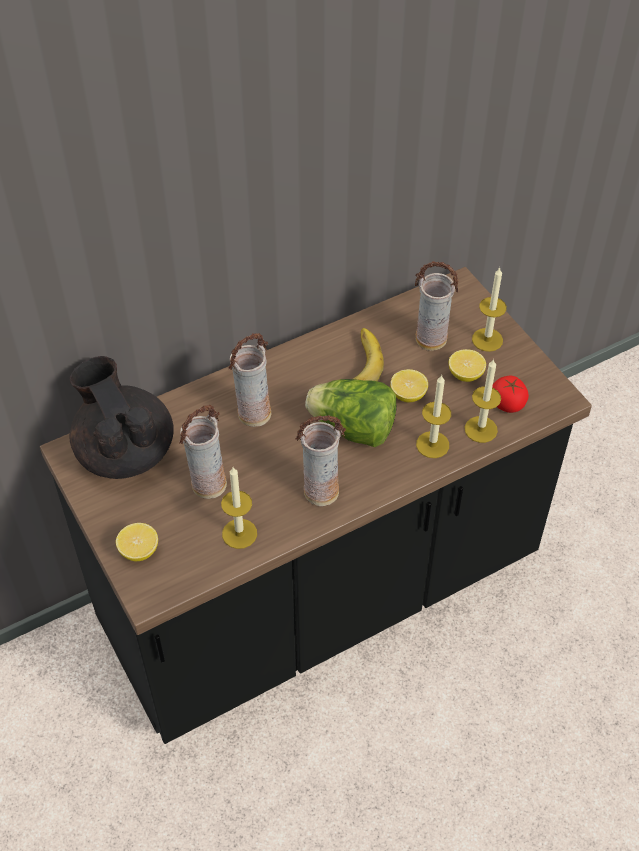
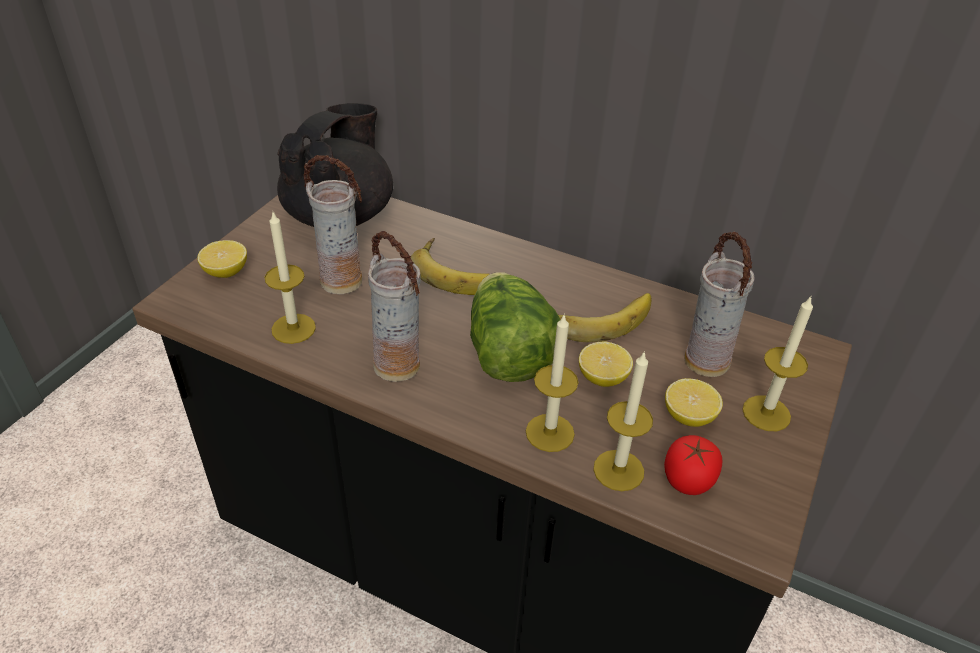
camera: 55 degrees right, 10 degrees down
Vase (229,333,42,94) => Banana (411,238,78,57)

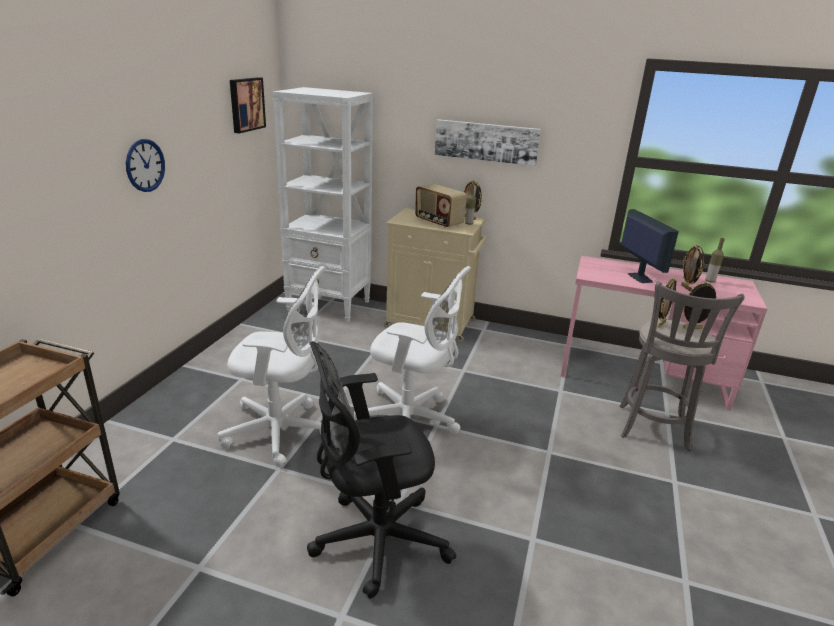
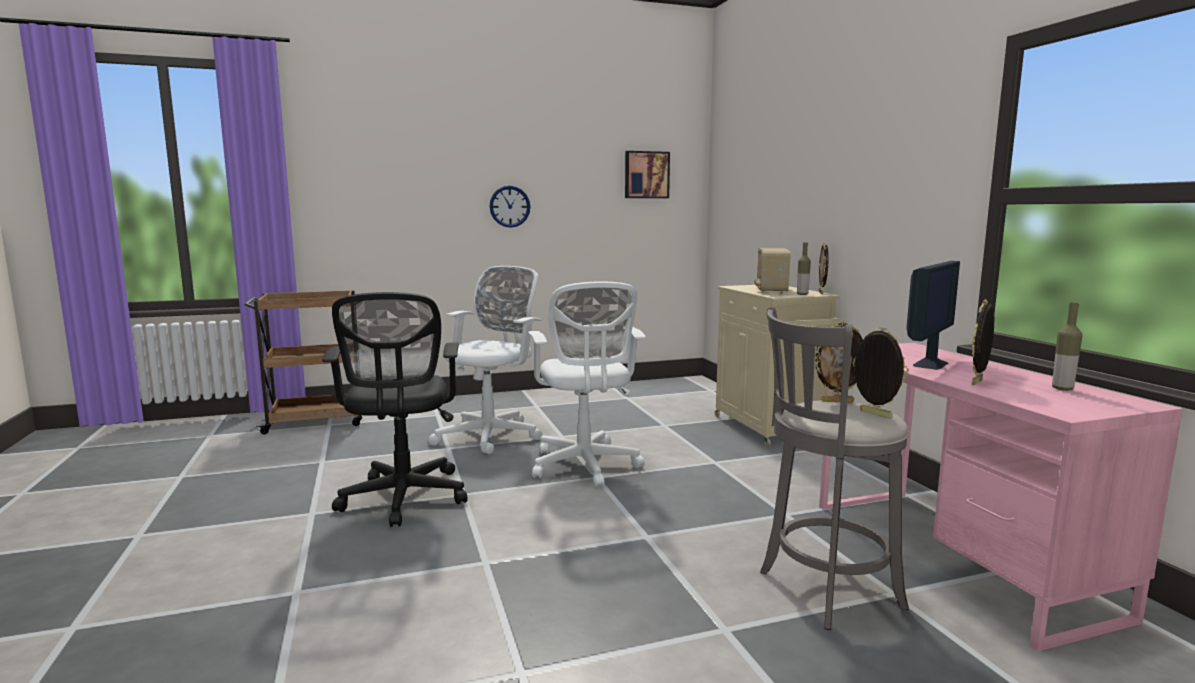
camera: 55 degrees right, 15 degrees down
WhiteShelvingUnit (272,87,101,235) => nothing
WallPicture (435,119,106,47) => nothing
WhiteDeskChair (218,266,107,201) => WhiteDeskChair (428,266,114,188), 120 degrees counterclockwise
BlackDeskChair (307,341,149,258) => BlackDeskChair (322,292,146,235), 135 degrees counterclockwise

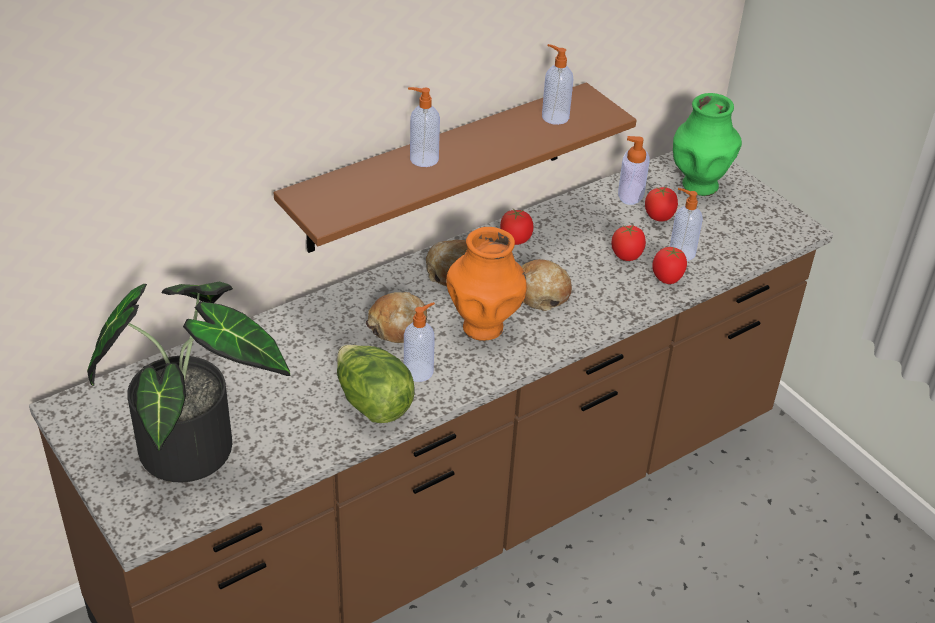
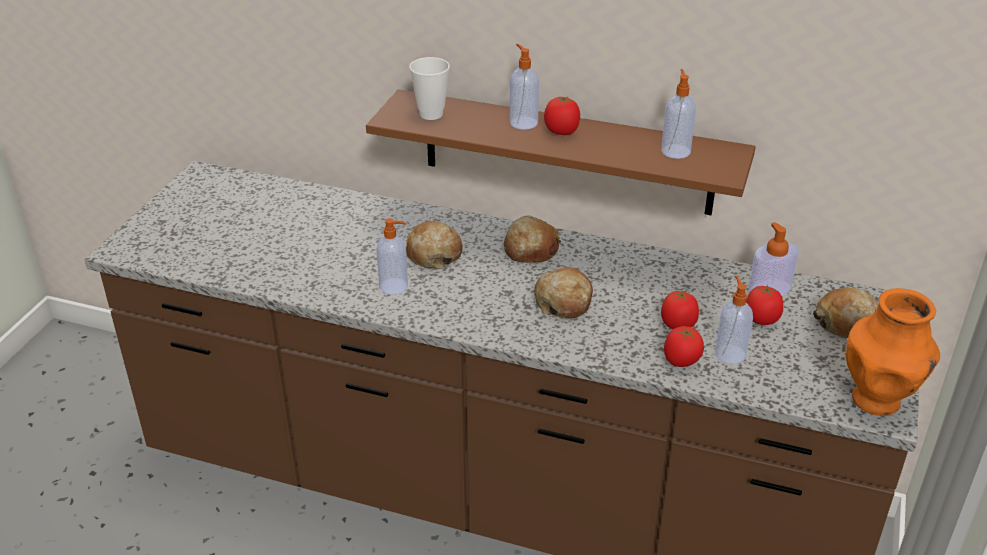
camera: 55 degrees right, 5 degrees down
GreenishVase (673,93,69,103) => BakeryBread (813,287,65,51)
WholeTomato (500,209,33,36) => WholeTomato (544,96,36,39), shifted
OrangeyVase (446,227,81,114) => OrangeyVase (846,288,94,128), shifted
Houseplant (87,282,203,200) => nothing
LettuceHead (337,345,78,78) => nothing
nothing => Cup (409,57,41,63)

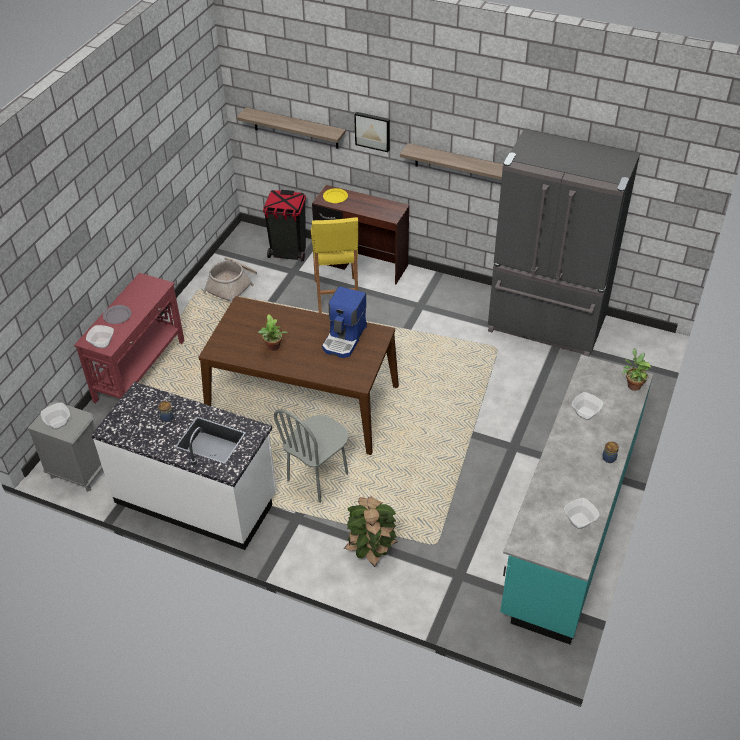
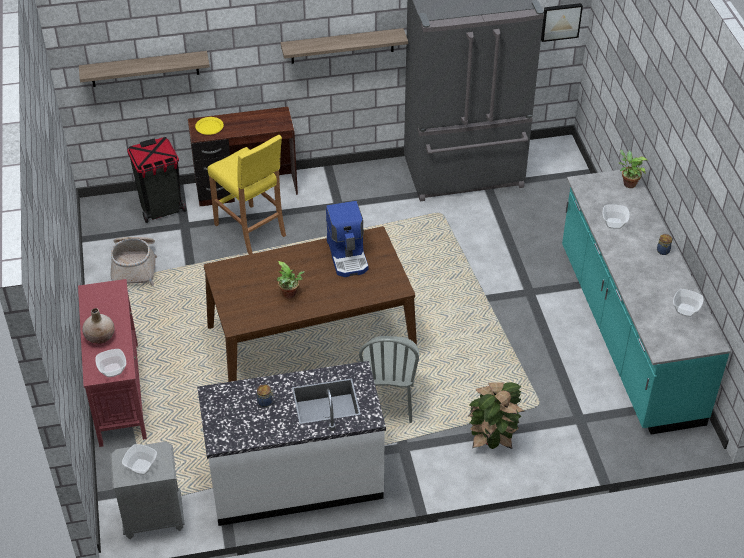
camera: 35 degrees left, 0 degrees up
WallPicture (354,112,36,40) => WallPicture (541,3,42,39), shifted
GreyishFlatDish (103,305,28,19) => SandColouredVase (82,308,33,36)

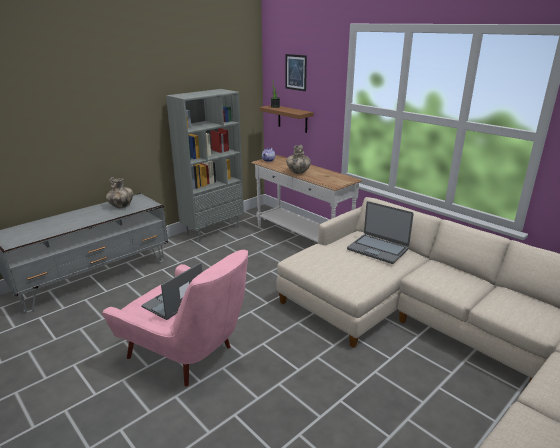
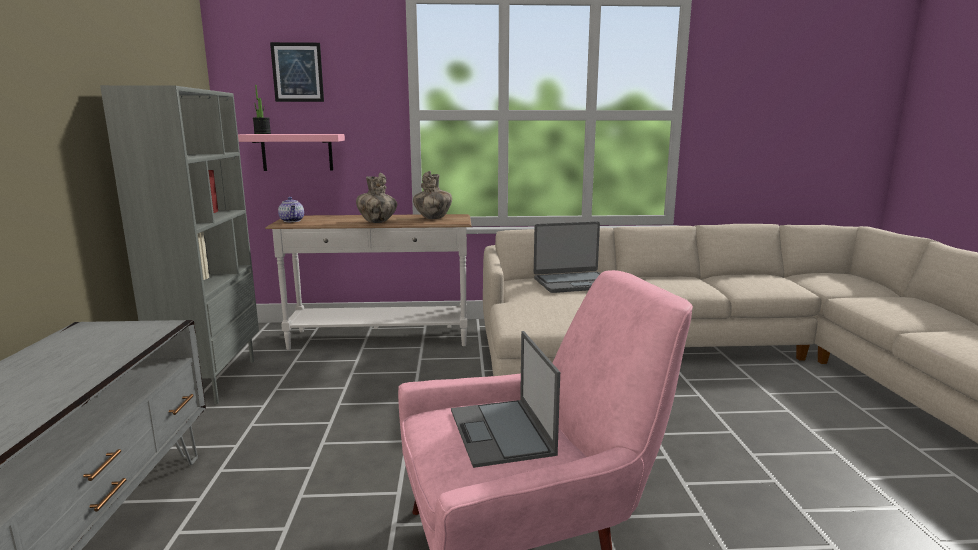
camera: 50 degrees left, 10 degrees down
BrownShelf (260,105,54,28) => PinkishShelf (238,134,107,37)
Vase (106,177,27,31) => Vase (413,171,39,48), shifted

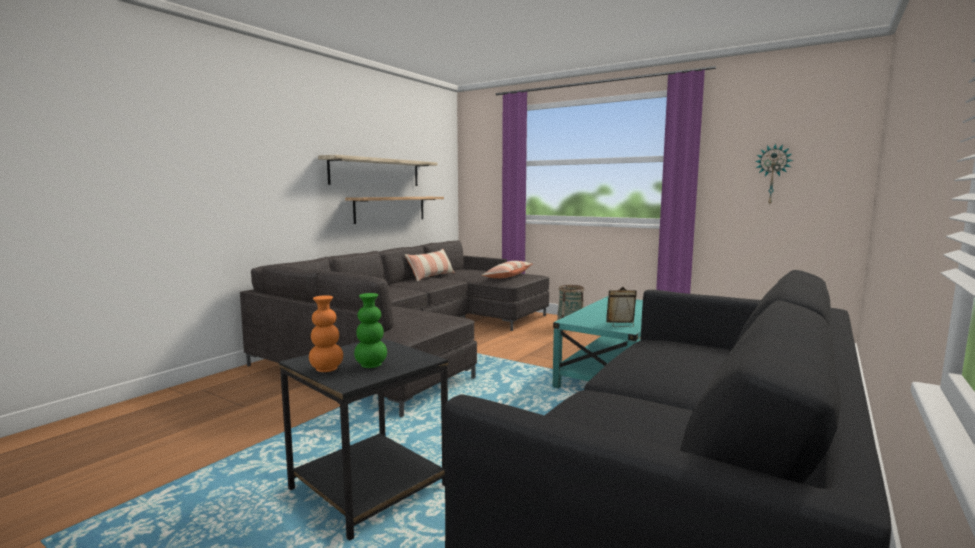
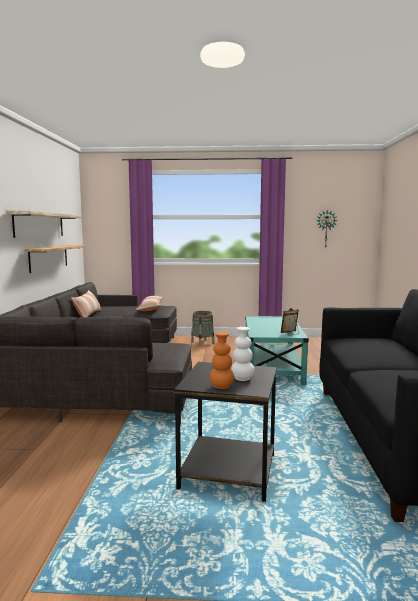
camera: 30 degrees left, 0 degrees up
GreenishVase (354,293,33,75) => WhiteVase (231,327,23,54)

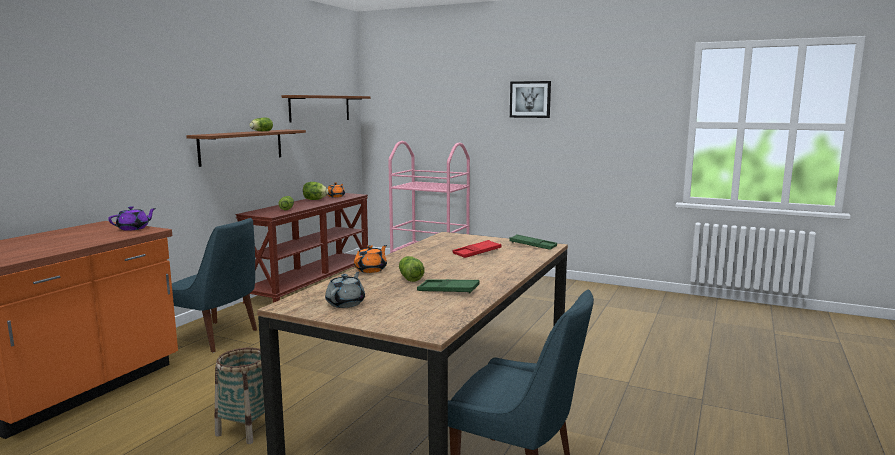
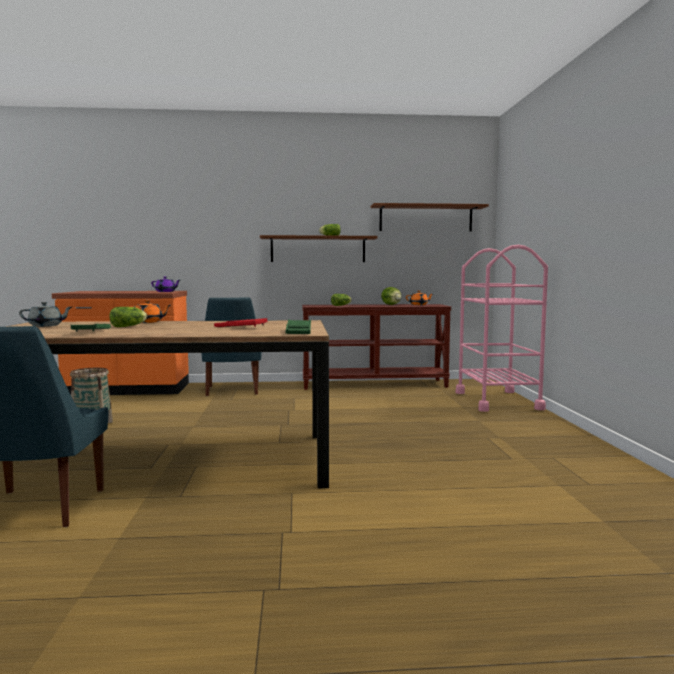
camera: 60 degrees right, 5 degrees down
WallPicture (510,81,41,37) => nothing

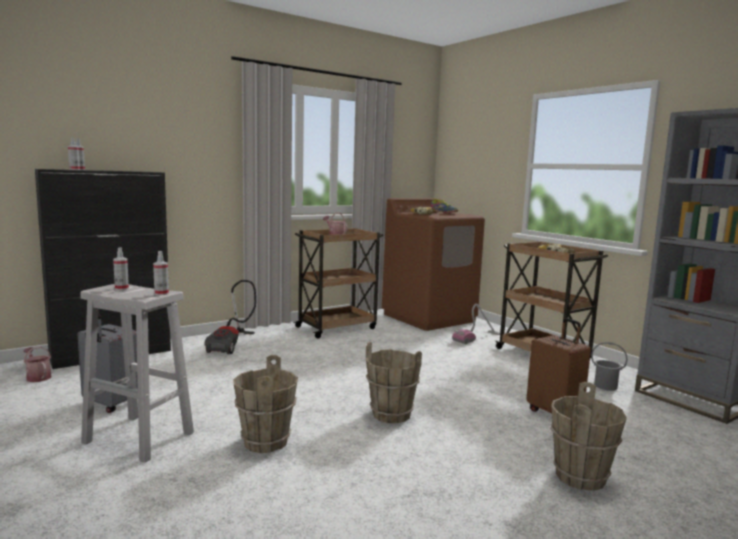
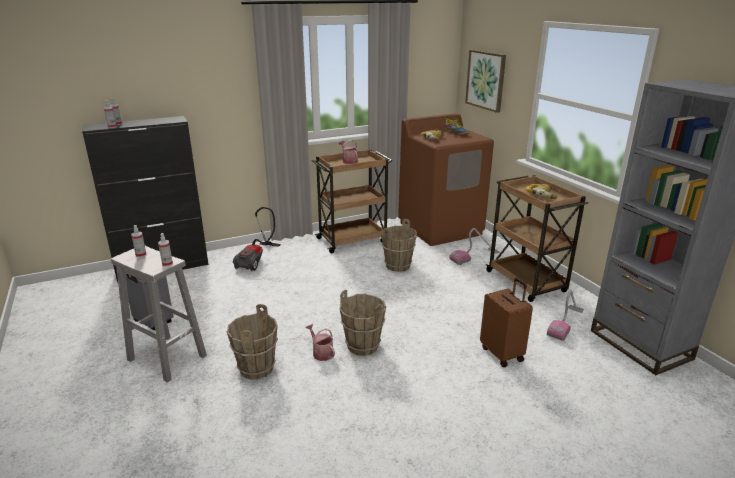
camera: 10 degrees right, 15 degrees up
GreyishPail (591,342,36,49) => VacuumCleaner (547,290,37,51)
SprinklingCan (23,346,28,36) => SprinklingCan (305,324,30,37), shifted
BrownPail (550,382,77,109) => BrownPail (381,219,36,53), shifted
nothing => WallPicture (465,50,41,63)

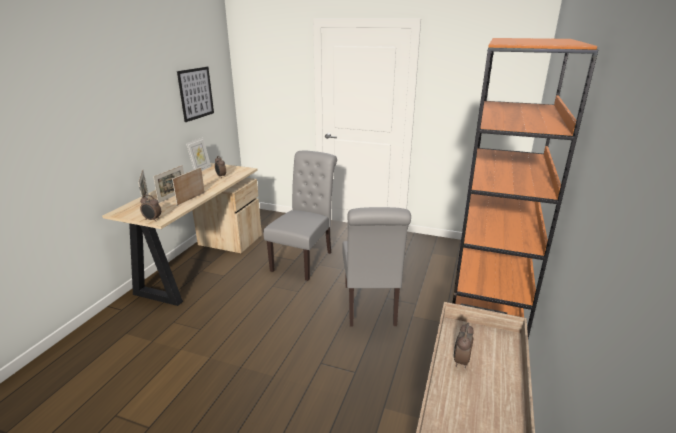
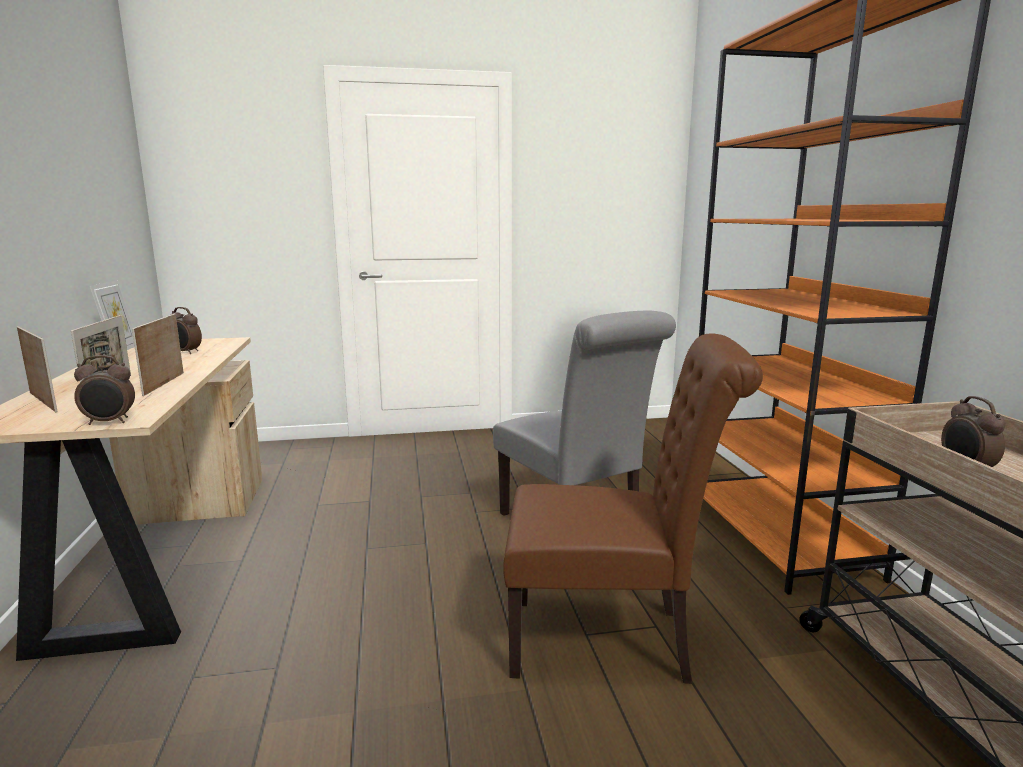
camera: 30 degrees left, 10 degrees down
WallPicture (177,67,37,55) => nothing
GreyishChair (263,151,74,130) => nothing
nothing => BrownChair (503,333,260,351)

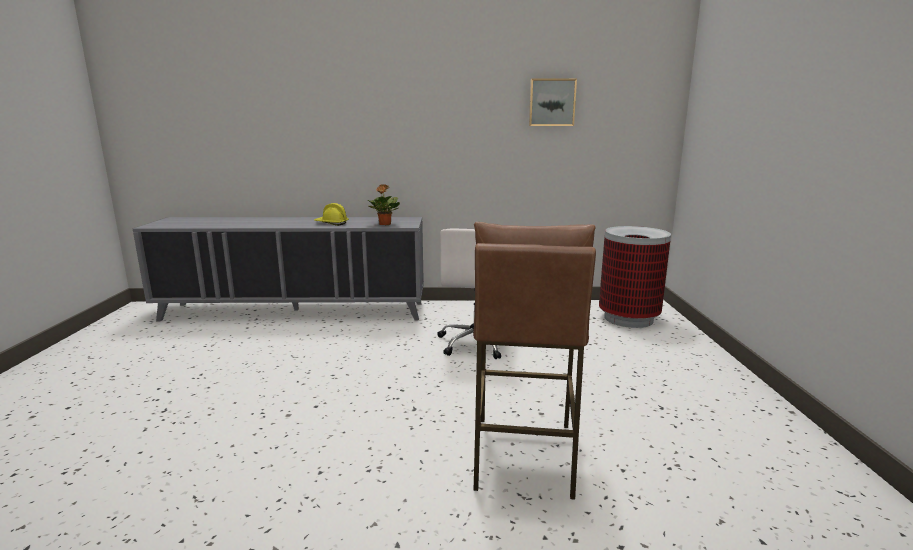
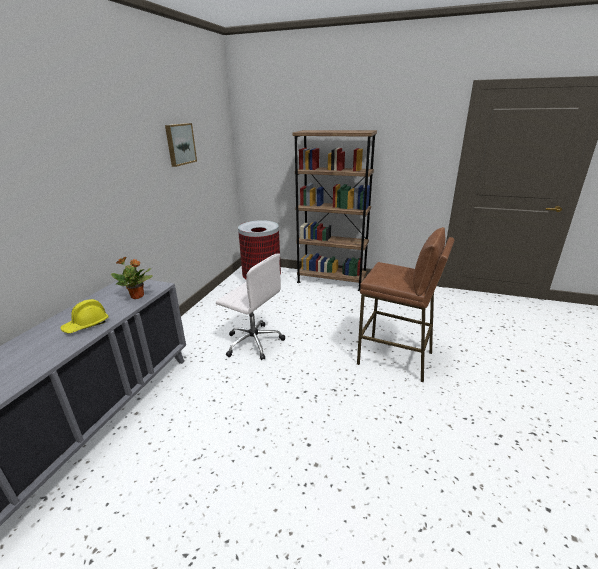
camera: 70 degrees left, 10 degrees up
nothing => BrownShelvingUnit (293,130,84,161)

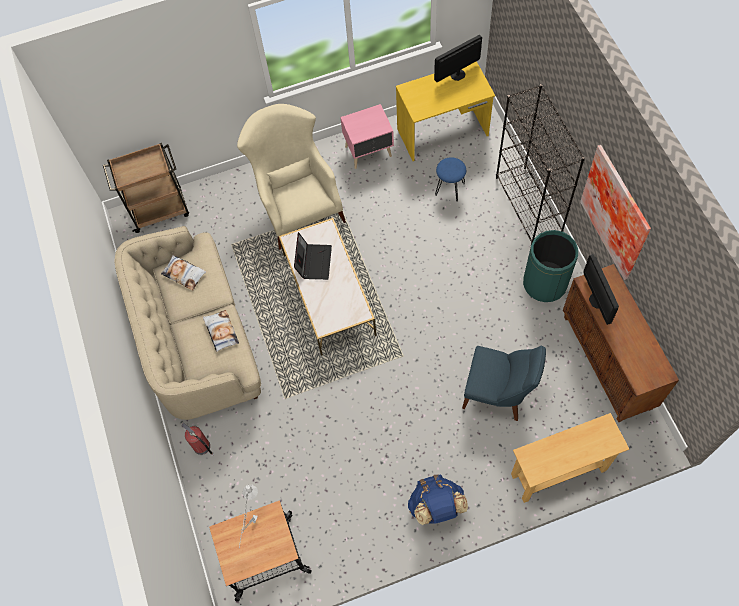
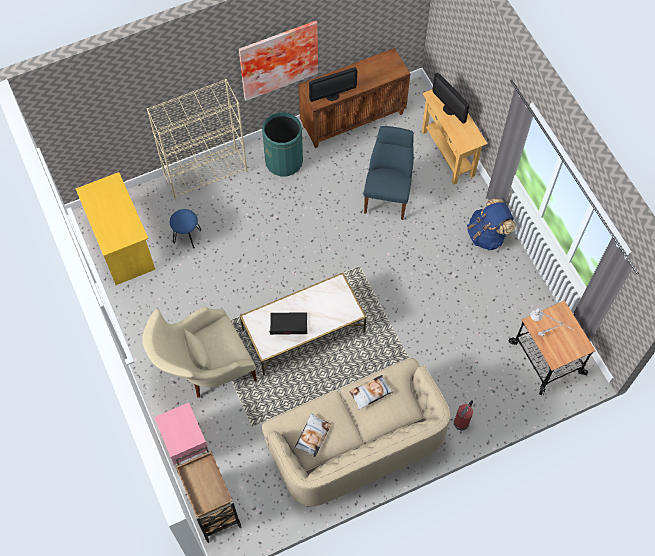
camera: 100 degrees left, 0 degrees up
Monitor (434,35,48,47) => Monitor (432,72,37,52), shifted
BlackShelvingUnit (496,84,89,161) => SandColouredShelvingUnit (147,79,100,121)
PinkishNightstand (340,104,54,65) => PinkishNightstand (154,402,54,63), shifted

